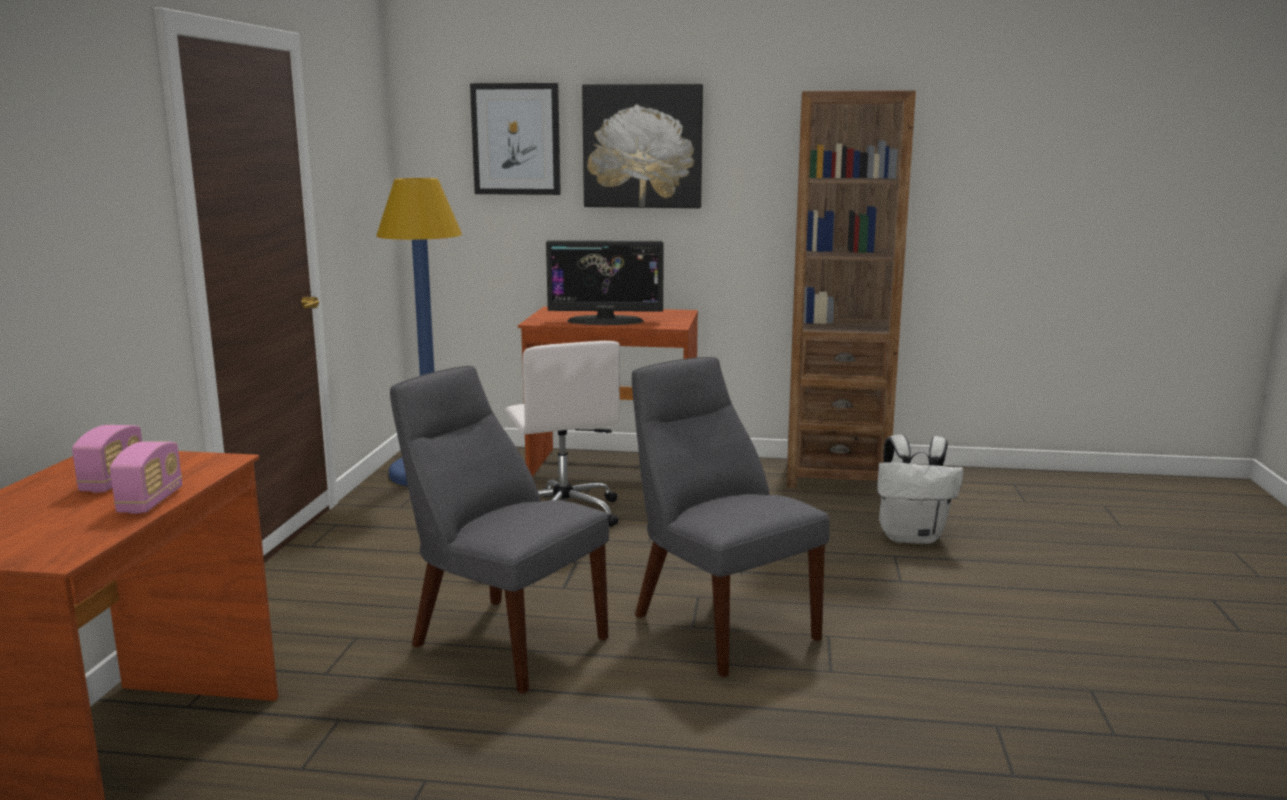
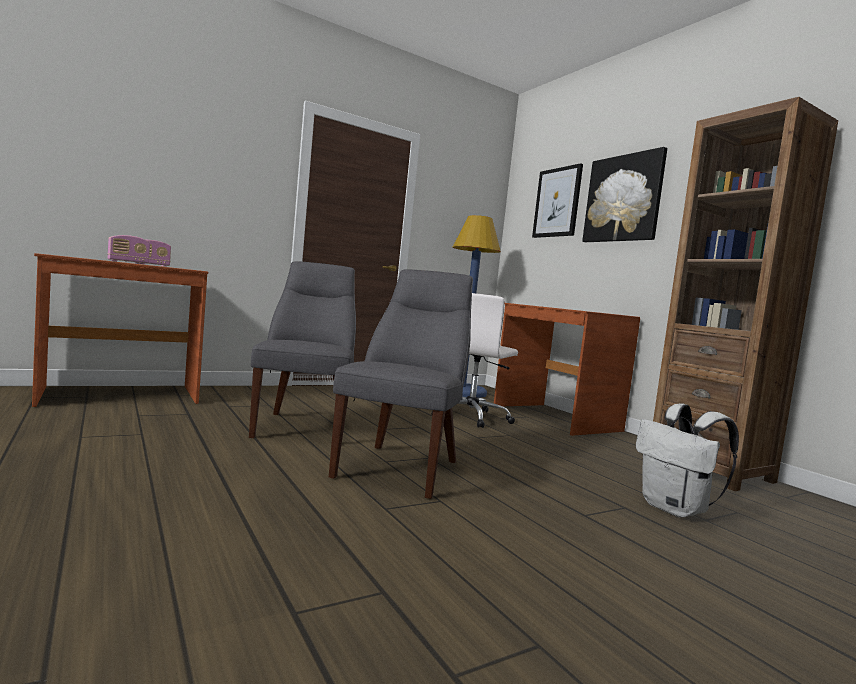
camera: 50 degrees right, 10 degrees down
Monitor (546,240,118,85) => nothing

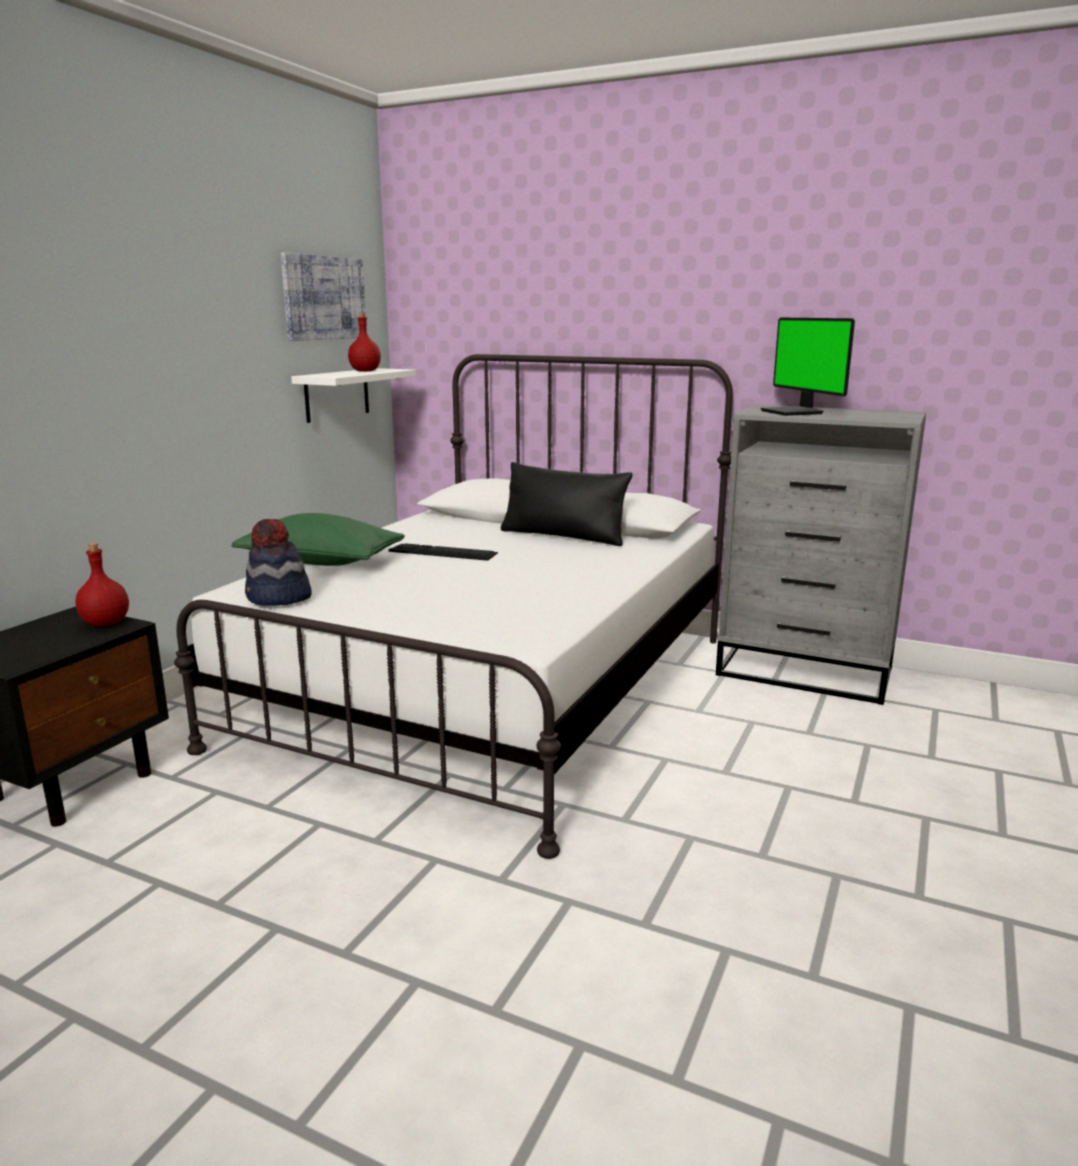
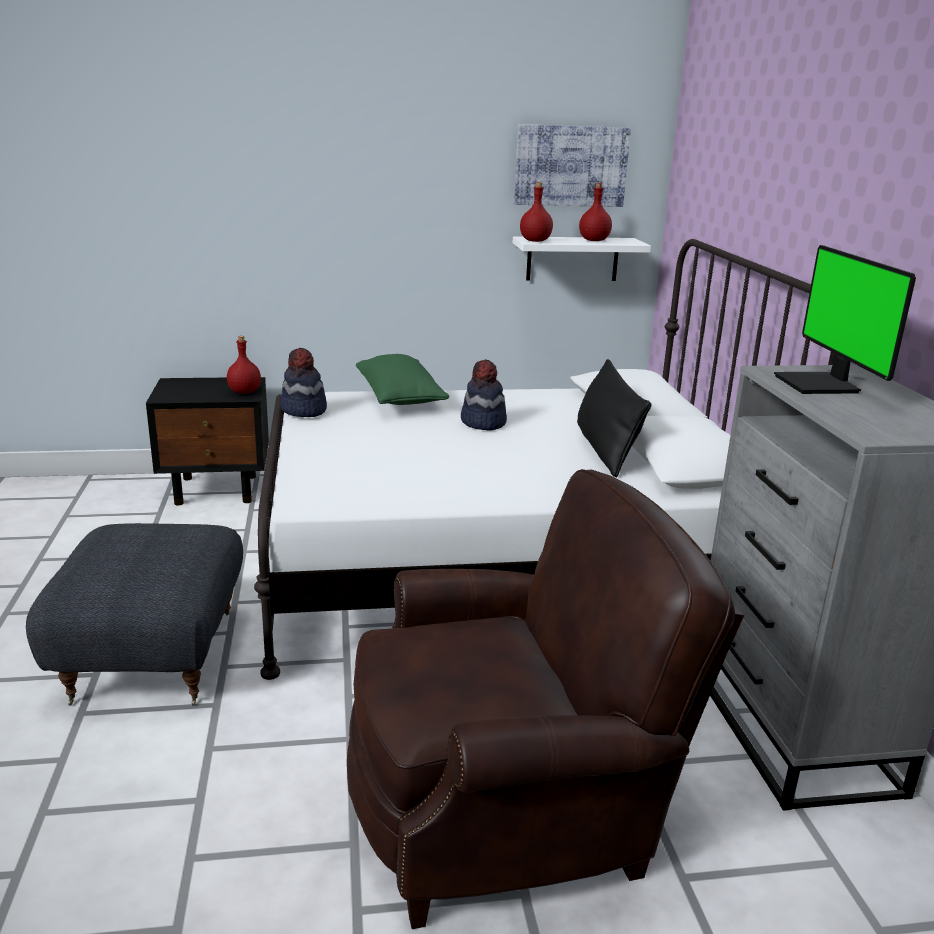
camera: 55 degrees right, 5 degrees up
Monitor (761,318,94,98) => Monitor (774,245,142,149), 45 degrees counterclockwise
ComputerKeyboard (389,543,109,18) => ClothingHat (461,359,46,72)
nothing => RedBottle (520,182,33,60)
nothing => BrownArmchair (347,469,397,460)
nothing => GreyishPouffe (26,523,217,183)

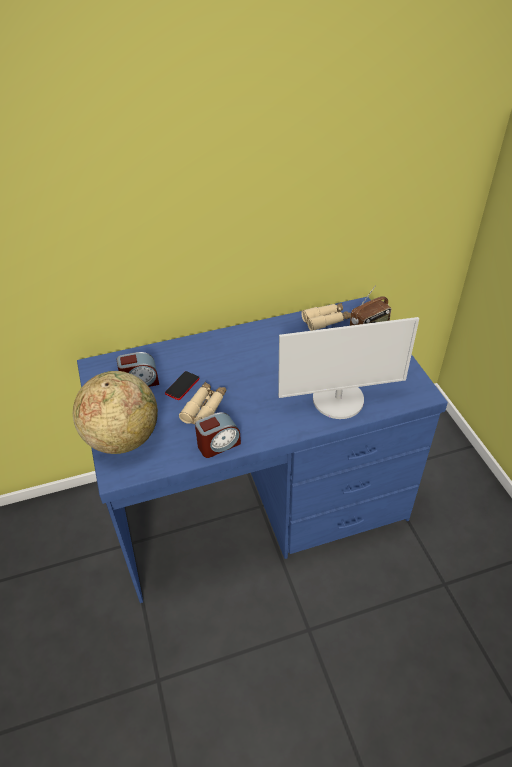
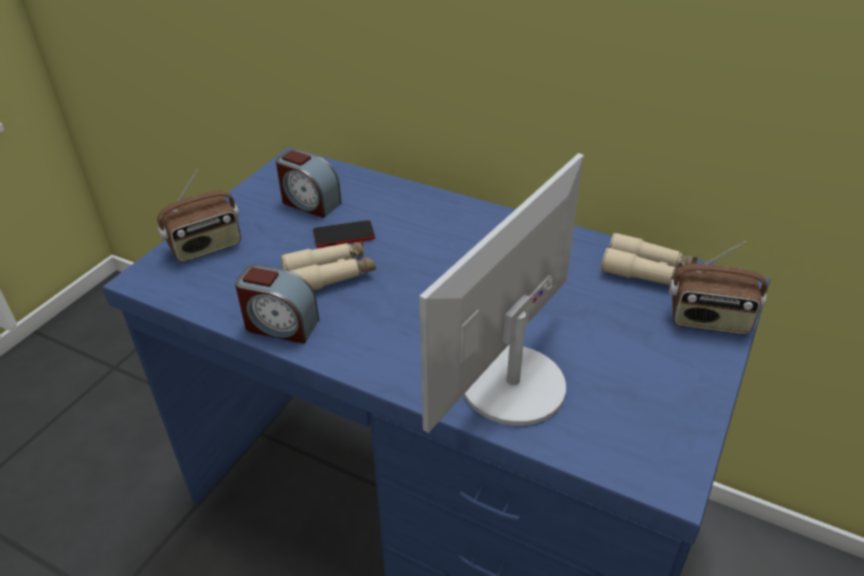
camera: 45 degrees right, 5 degrees down
Monitor (278,317,141,102) => Monitor (419,153,165,280), 90 degrees clockwise
Globe (73,371,85,83) => RadioSet (157,169,84,93)

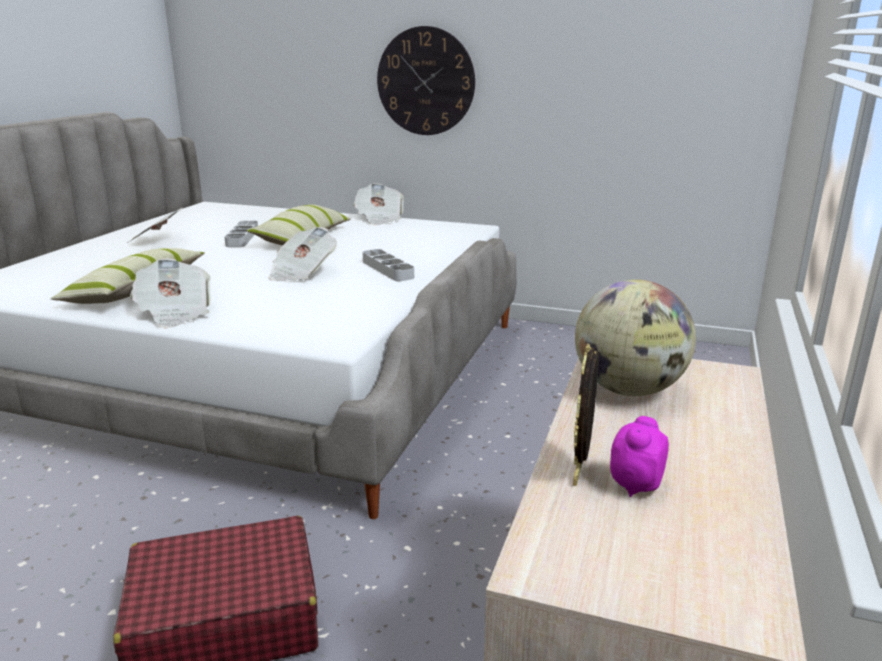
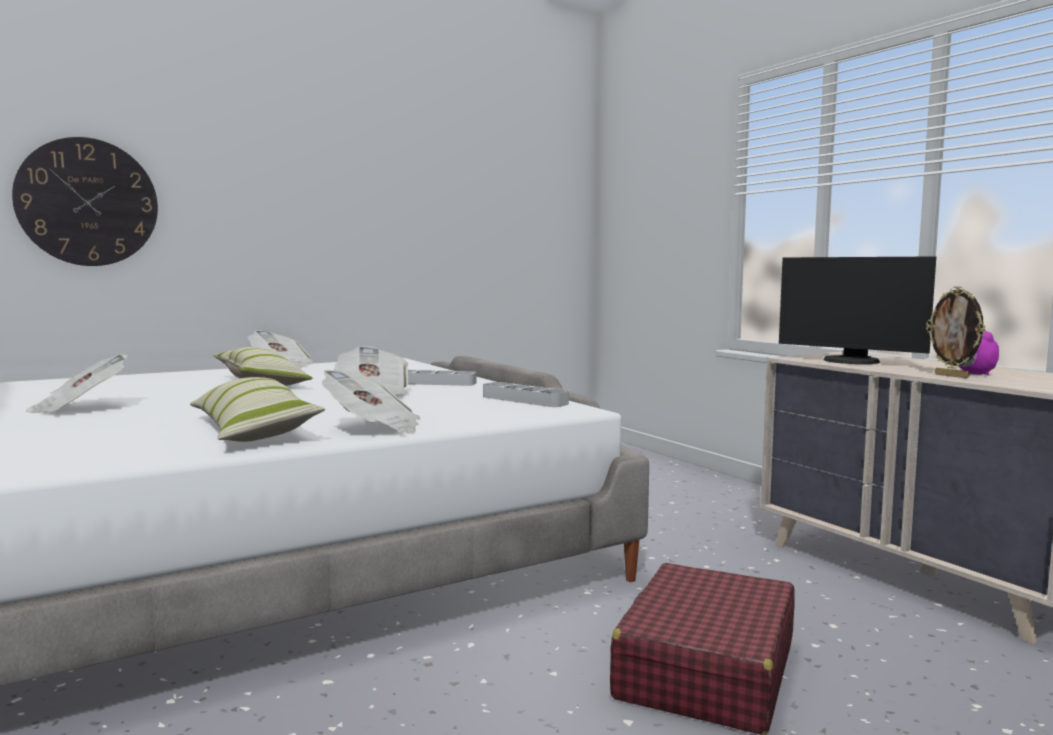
camera: 50 degrees left, 15 degrees down
HangingClock (377,26,98,109) => HangingClock (12,137,146,129), shifted
GreyishCarryingTray (225,221,33,26) => GreyishCarryingTray (483,382,86,25), shifted
Globe (575,279,121,117) => Monitor (779,256,157,108)

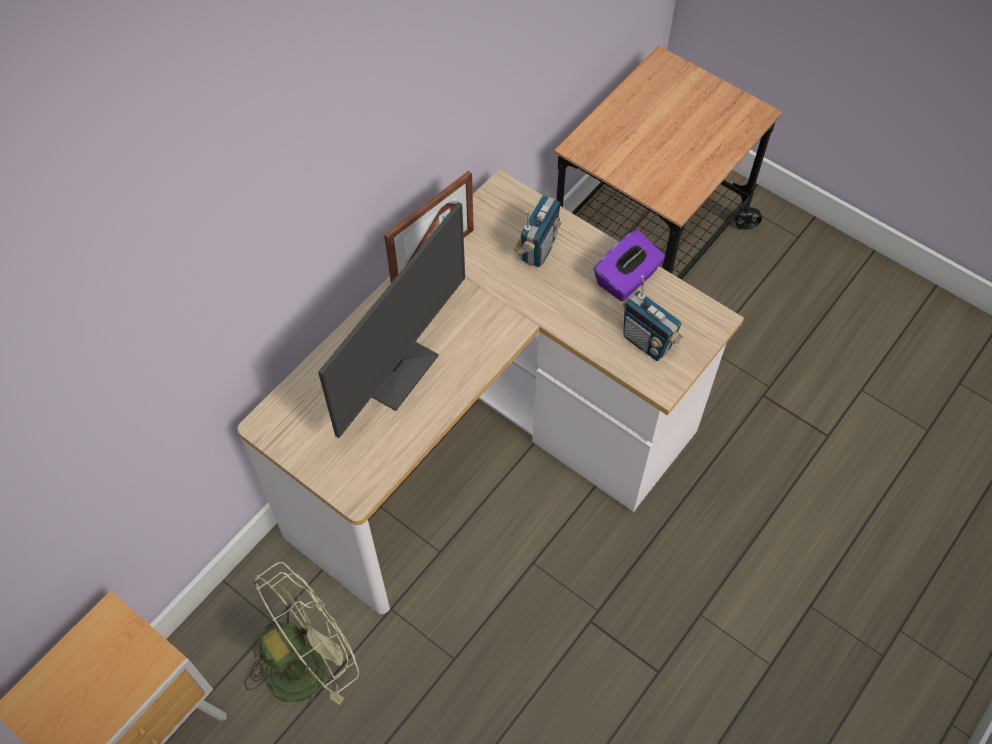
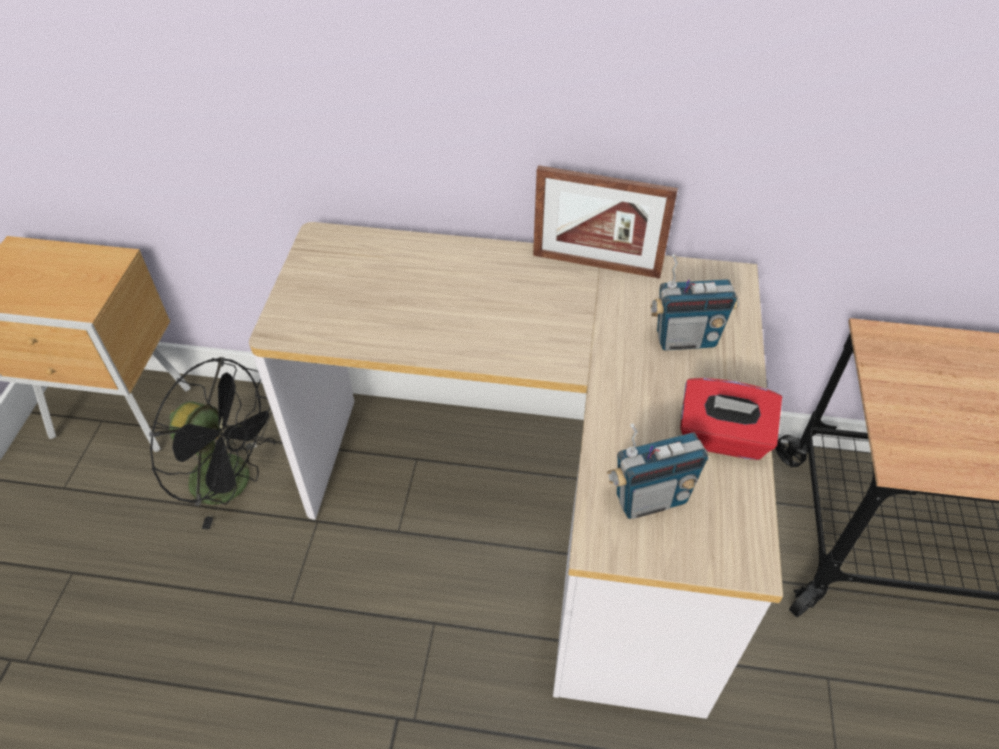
camera: 60 degrees right, 10 degrees down
Monitor (318,202,147,236) => nothing
PurplishTissueBox (594,230,71,72) => RedTissueBox (680,378,102,82)
RadioSet (623,275,60,86) => RadioSet (607,423,102,96), 120 degrees counterclockwise
GreenishFan (245,562,114,143) => BlackFan (149,357,126,172)

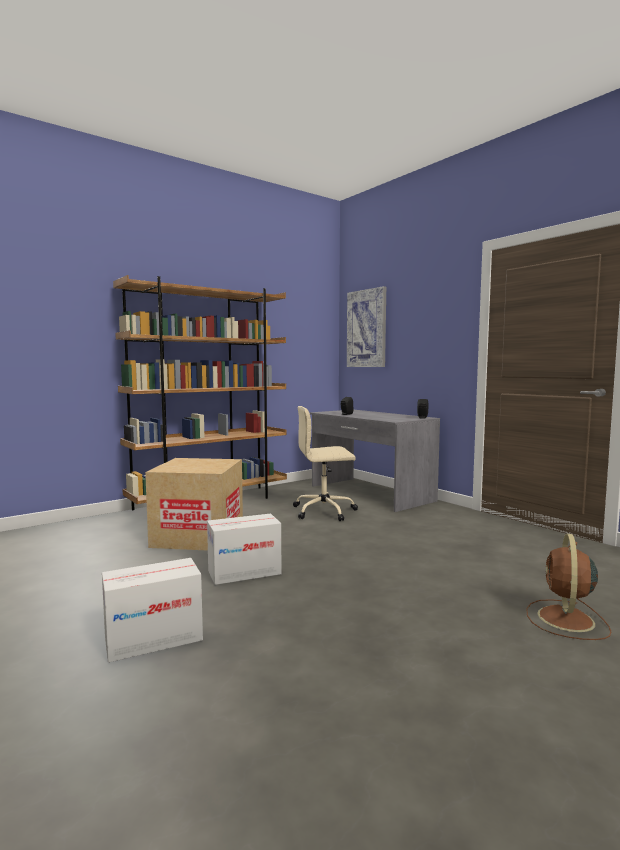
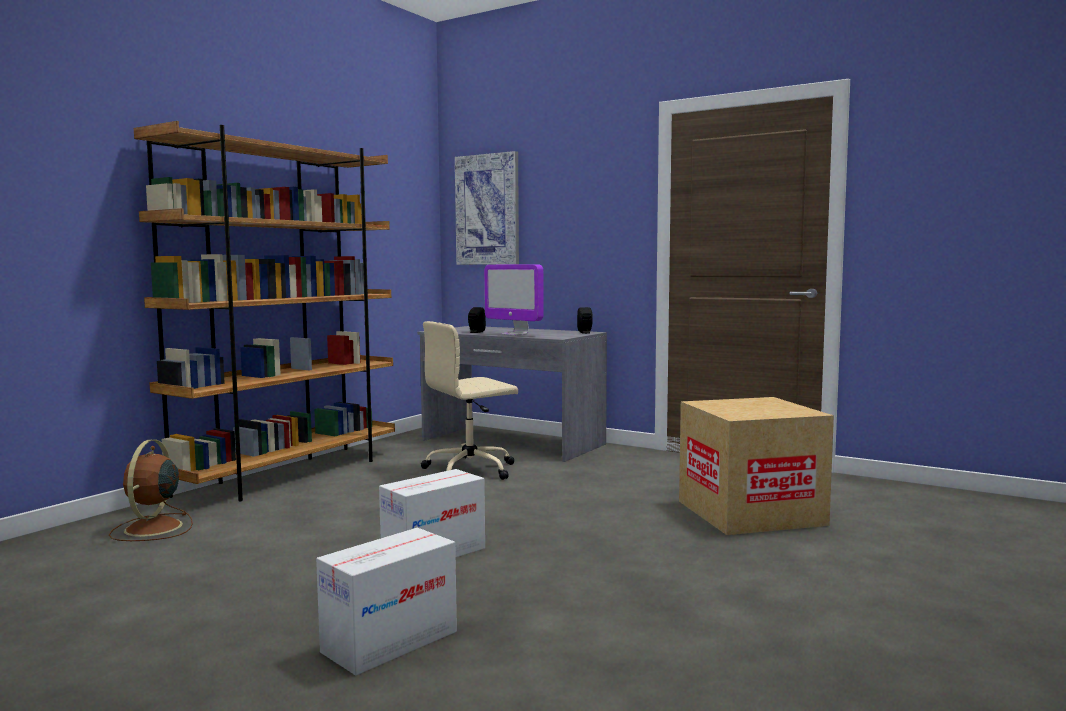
camera: 20 degrees left, 0 degrees up
CardboardBox (145,458,98,93) => CardboardBox (679,397,155,138), shifted
BrownFan (526,533,86,107) => BrownFan (109,440,84,101), shifted
nothing => Monitor (484,264,60,72)

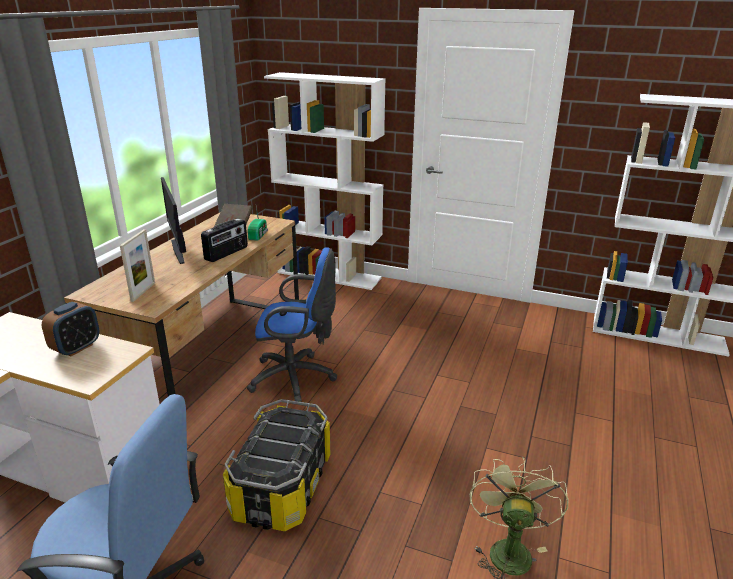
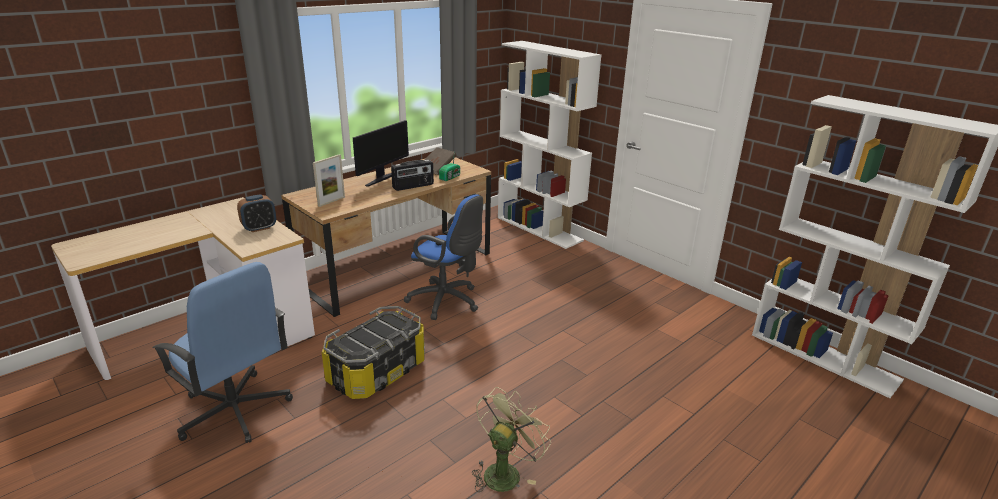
camera: 25 degrees right, 0 degrees up
Monitor (161,177,25,87) => Monitor (353,120,56,67), 150 degrees counterclockwise

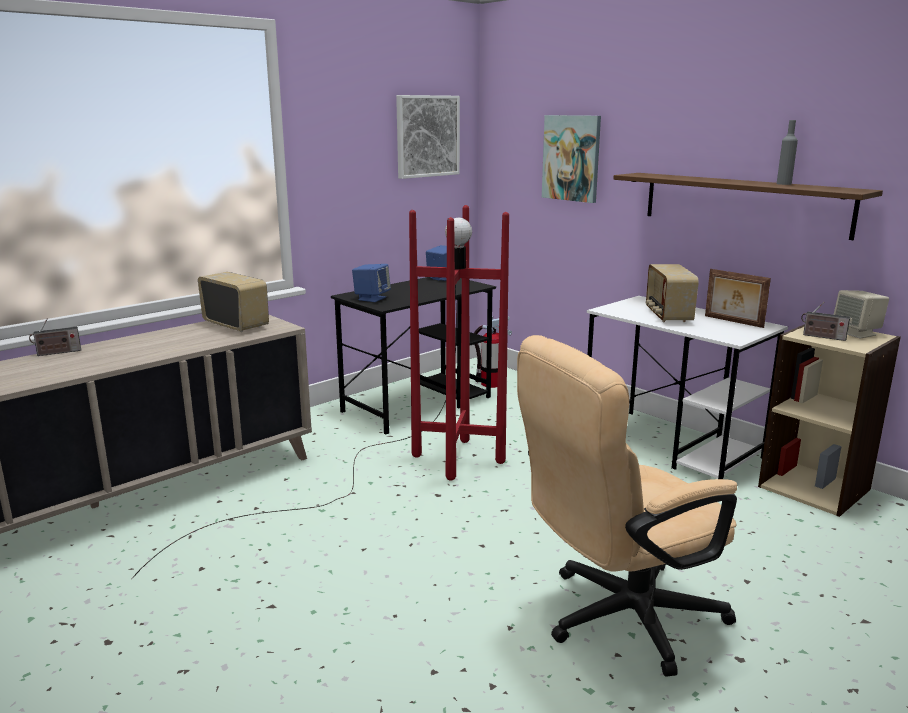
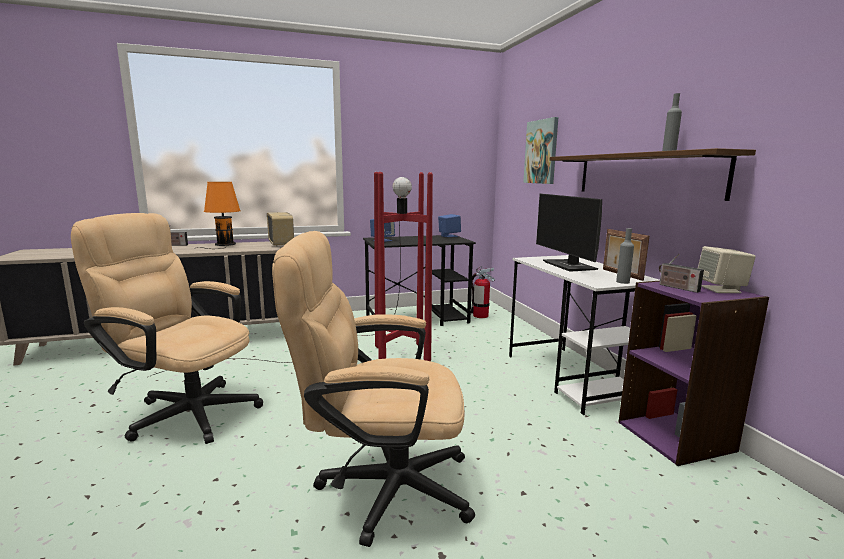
camera: 25 degrees right, 5 degrees down
WallPicture (396,95,64,84) => nothing
RadioSet (646,264,53,58) => Monitor (536,194,66,78)
SandColouredShelvingUnit (758,324,143,193) => PurplishShelvingUnit (618,280,151,186)
nothing => OrangeyTabletopLamp (194,182,47,67)
nothing => SandColouredDeskChair (71,213,192,231)
nothing => GreyishBottle (616,228,18,56)

